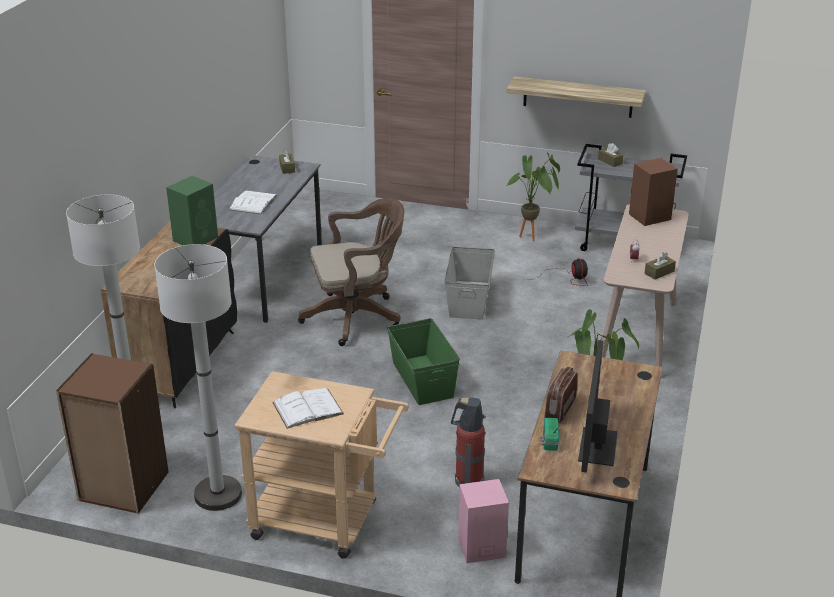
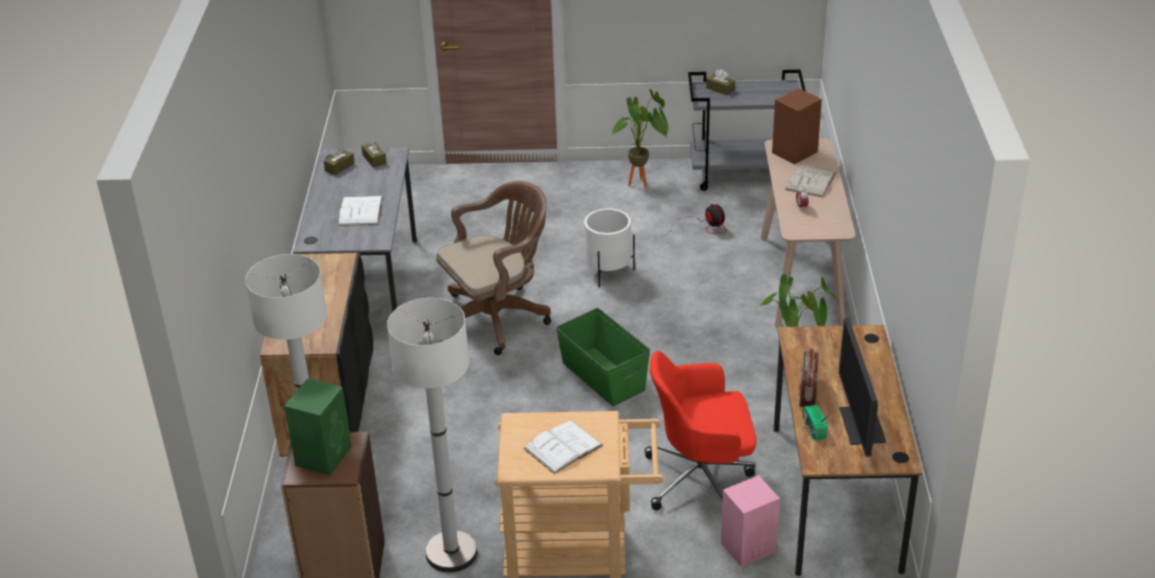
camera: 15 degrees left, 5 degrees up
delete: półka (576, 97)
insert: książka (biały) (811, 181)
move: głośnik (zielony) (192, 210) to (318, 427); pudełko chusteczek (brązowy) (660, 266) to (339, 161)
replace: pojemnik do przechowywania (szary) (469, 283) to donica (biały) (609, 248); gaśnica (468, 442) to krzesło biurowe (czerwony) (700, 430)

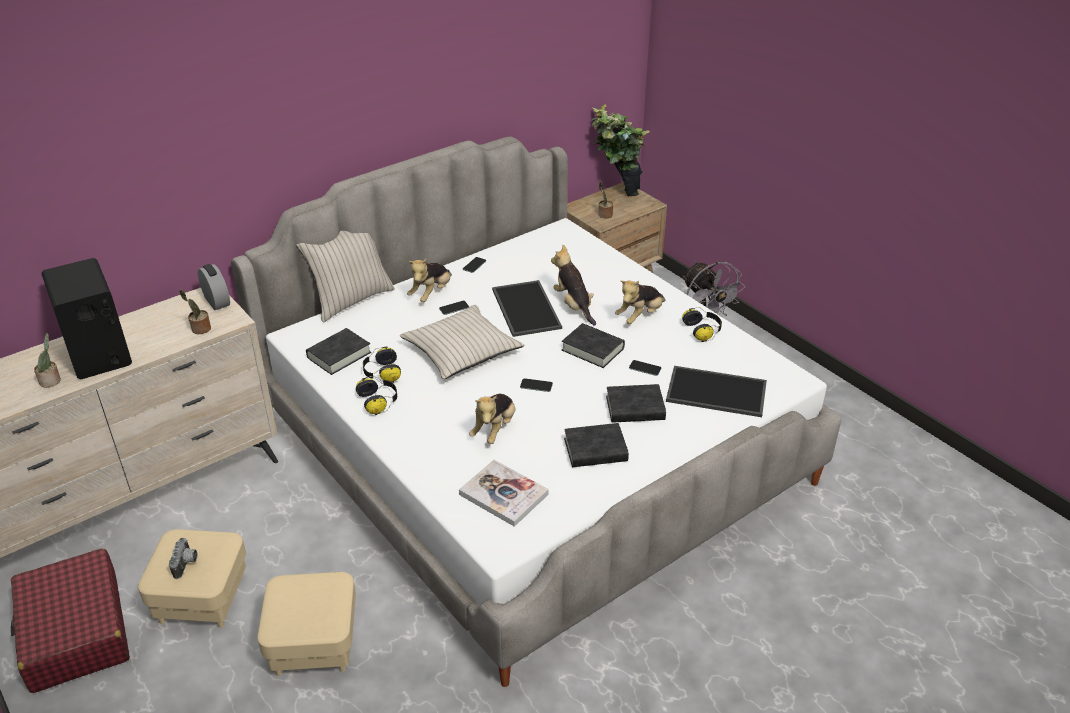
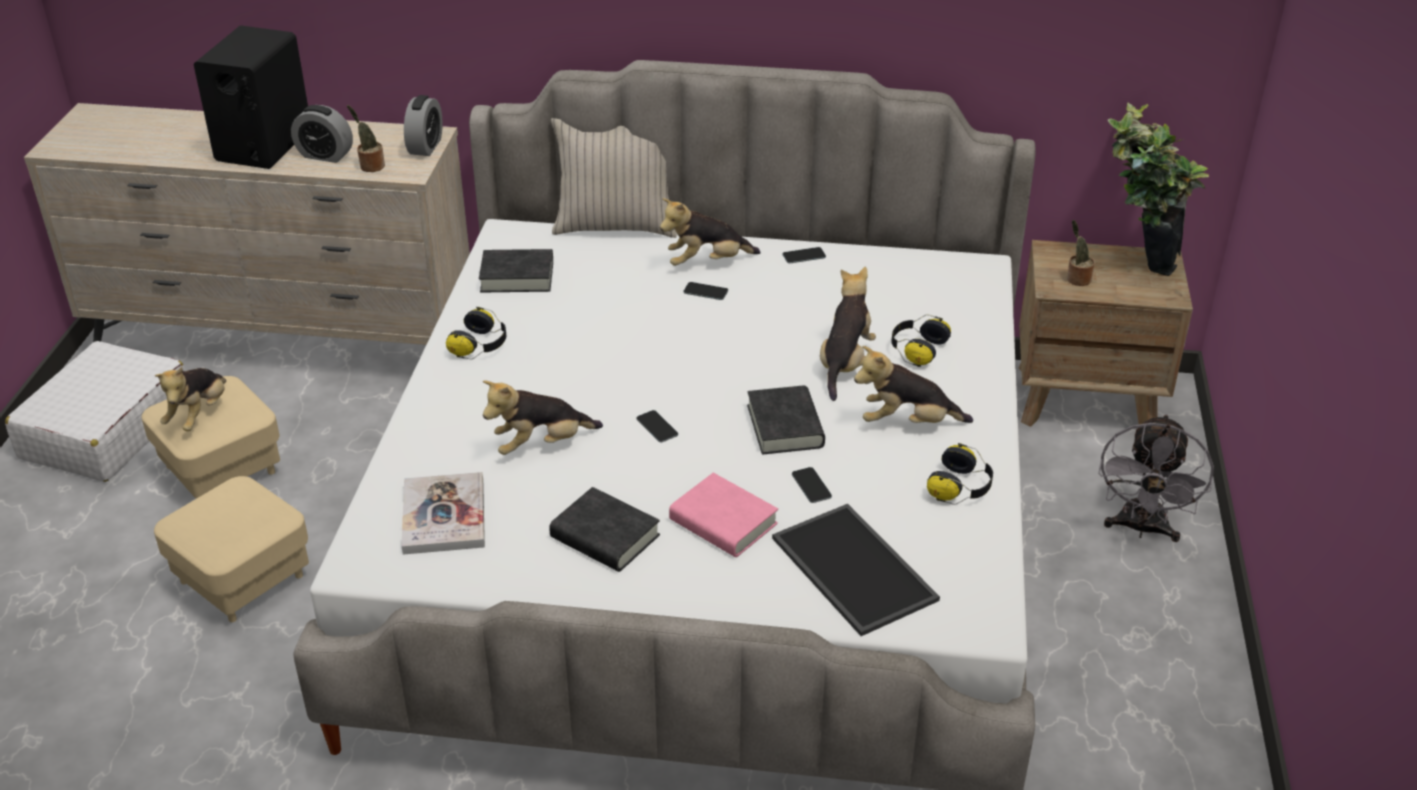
camera: 45 degrees right, 0 degrees up
delete: roślina doniczkowa (47, 360); poduszka (beżowy) (462, 342); taca (527, 308)
insert: budzik (322, 134)
move: słuchawki (382, 365) to (921, 340)
replace: aparat fotograficzny (183, 558) to pluszak (190, 399)
recolor: walizka (czerwony) (70, 620) to walizka (biały) (95, 411); książka (czarny) (636, 403) to książka (różowy) (723, 515)

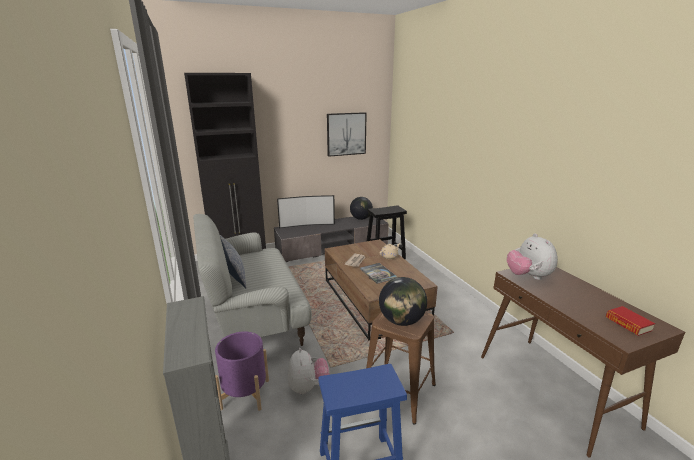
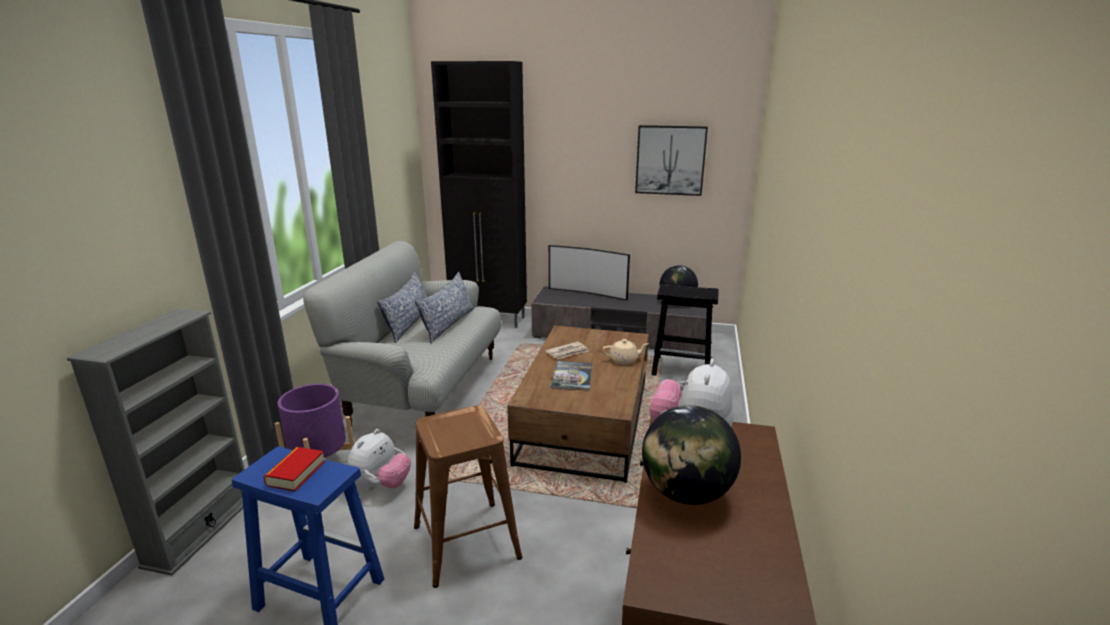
camera: 35 degrees right, 0 degrees up
insert: poduszka (444, 308)
move: globus (403, 301) to (691, 455); książka (630, 321) to (294, 469)

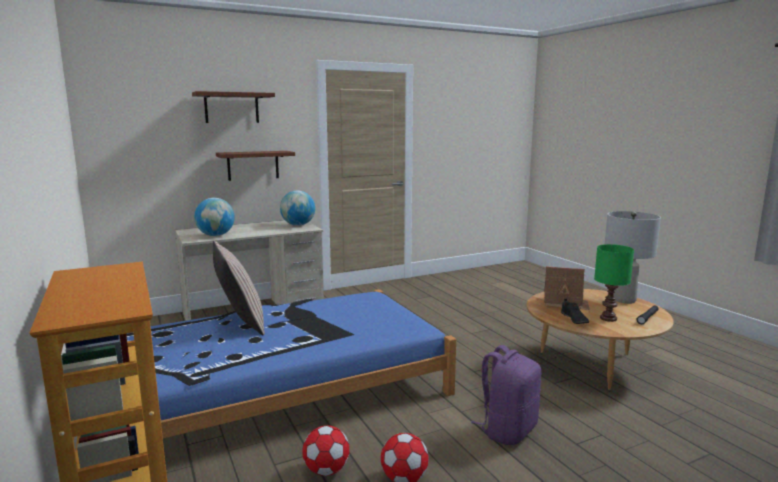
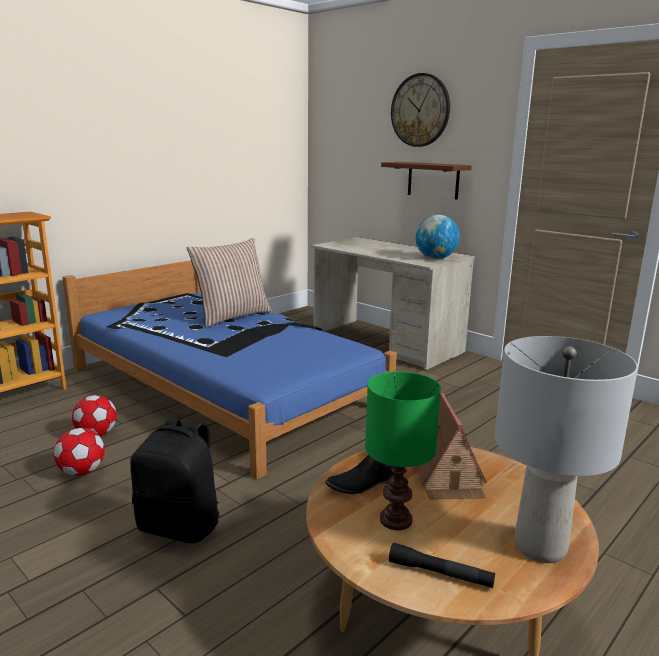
camera: 70 degrees right, 5 degrees up
delete: globus (214, 217)
replace: półka (brązowy) (233, 107) to zegar ścienny (420, 110)
recolor: plecak (fioletowy) (506, 395) to plecak (czarny) (174, 480)

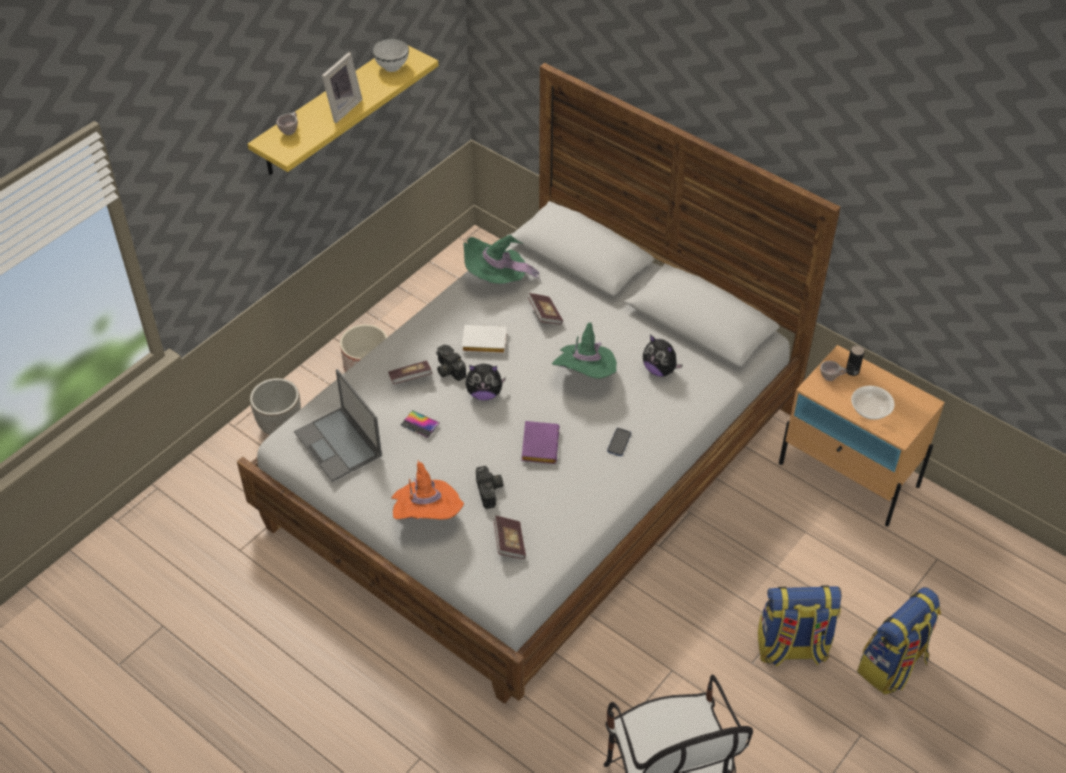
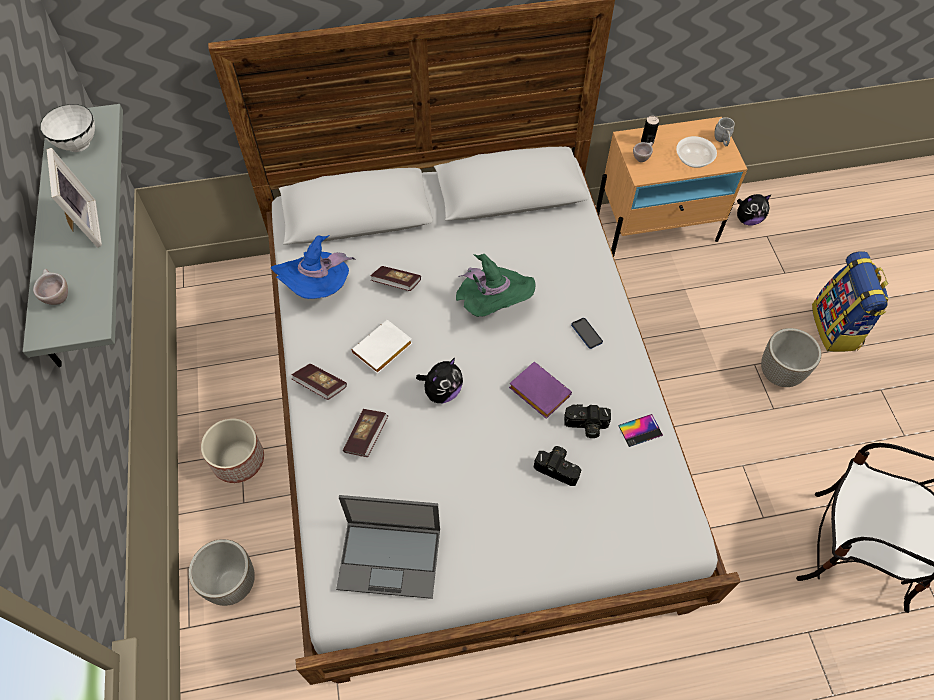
camera: 50 degrees left, 10 degrees up
delete: kapelusz (pomarańczowy) (427, 490)
insert: kubek (szary) (724, 131)
move: telefon (420, 424) to (640, 430); aparat fotograficzny (451, 362) to (587, 421); książka (509, 537) to (319, 382); pluszak (663, 355) to (754, 209)
replace: plecak (799, 626) to donica (791, 357)
recolor: półka (żółty) (343, 110) to półka (szary) (73, 235); kapelusz (zielony) (502, 259) to kapelusz (niebieski) (313, 267)

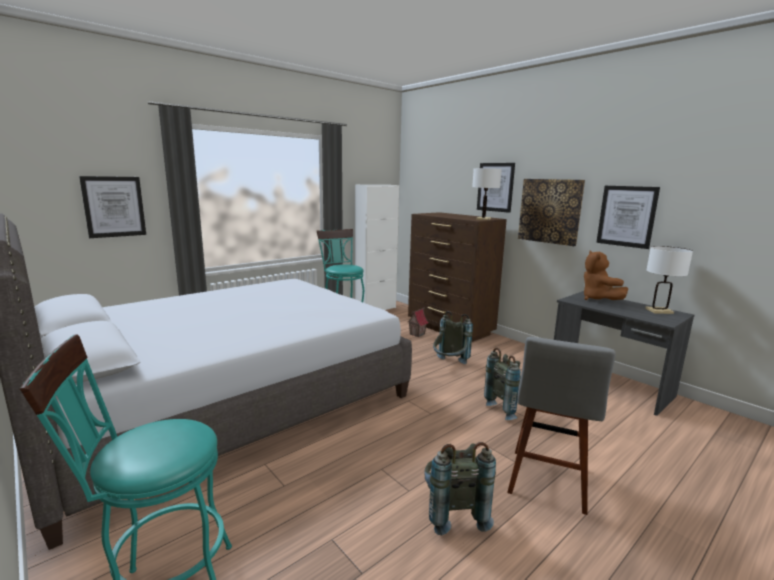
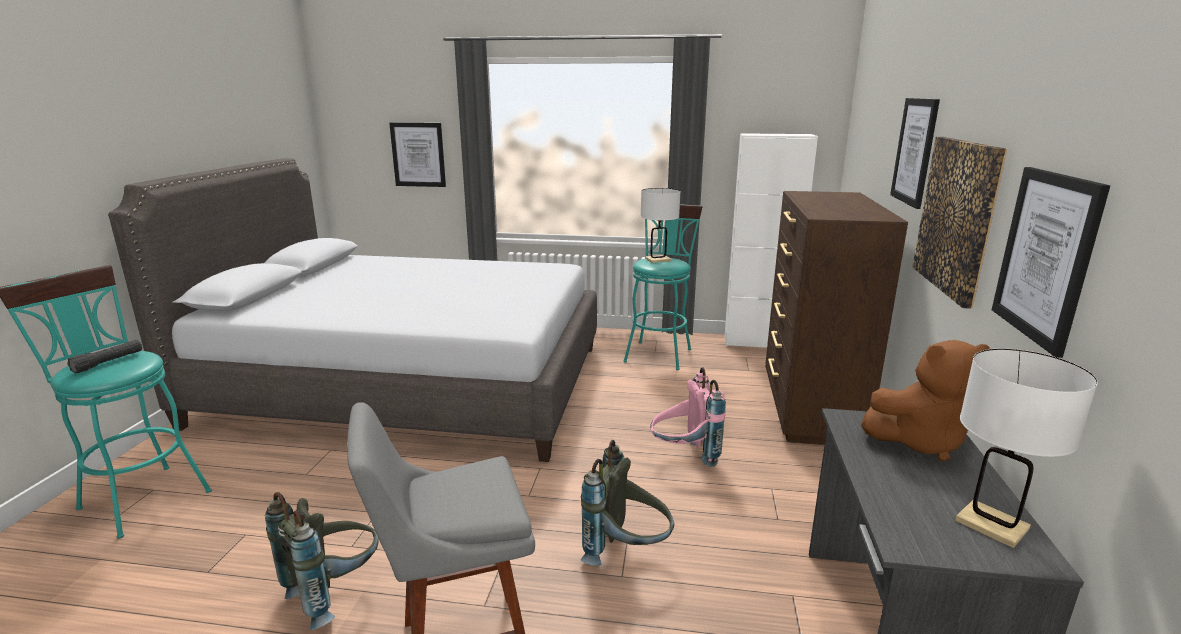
camera: 50 degrees right, 5 degrees up
delete: domek (418, 322)
insert: latarka (czarny) (104, 356)
move: lampa stołowa (biały) (487, 194) to (661, 225)
recolor: plecak (szary) (453, 337) to plecak (różowy) (688, 417)
rotate: pluszak (brązowy) (606, 275) = (925, 401) 135 degrees counterclockwise

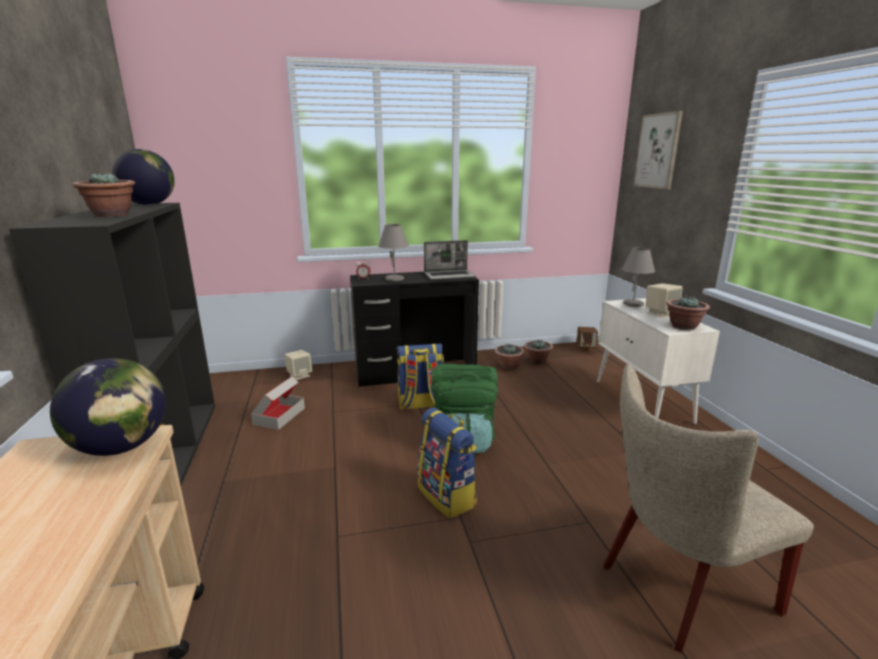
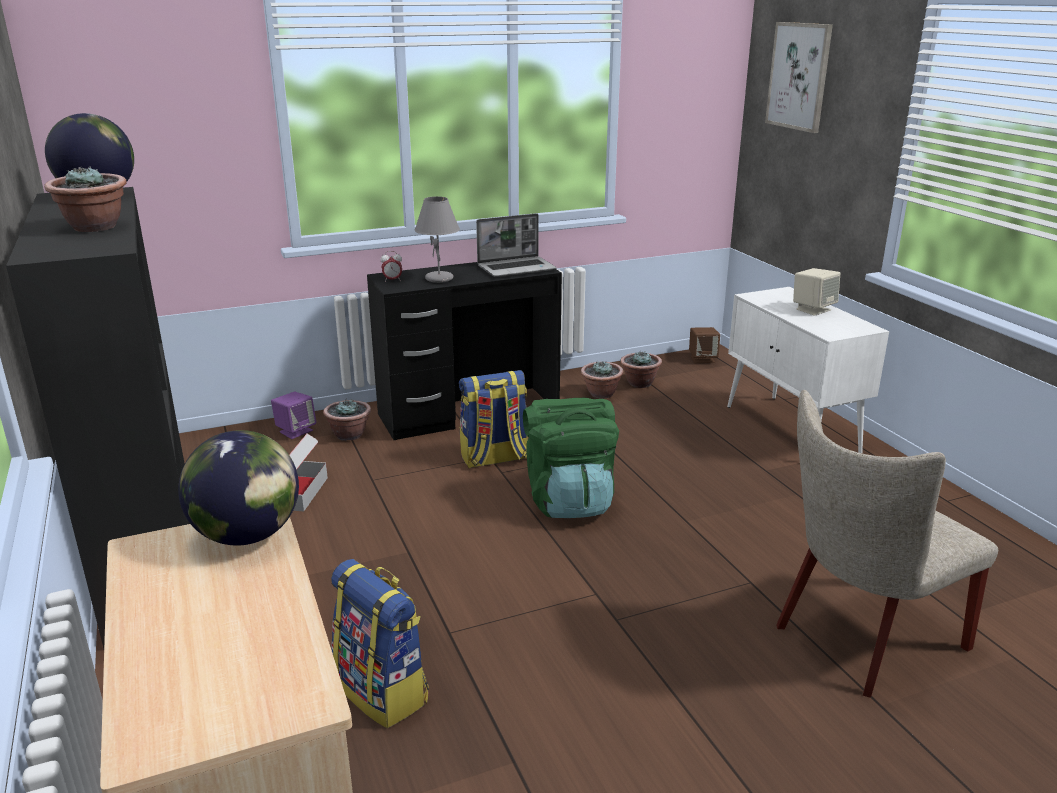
camera: 10 degrees left, 5 degrees up
delete: lampa stołowa (szary) (638, 277)
move: plecak (447, 463) to (380, 643); roślina doniczkowa (688, 312) to (347, 420)
recolor: głośnik (beżowy) (298, 365) to głośnik (fioletowy) (293, 415)

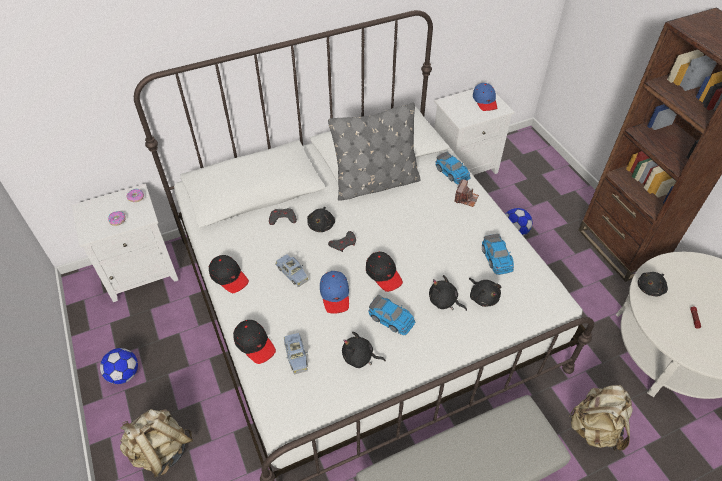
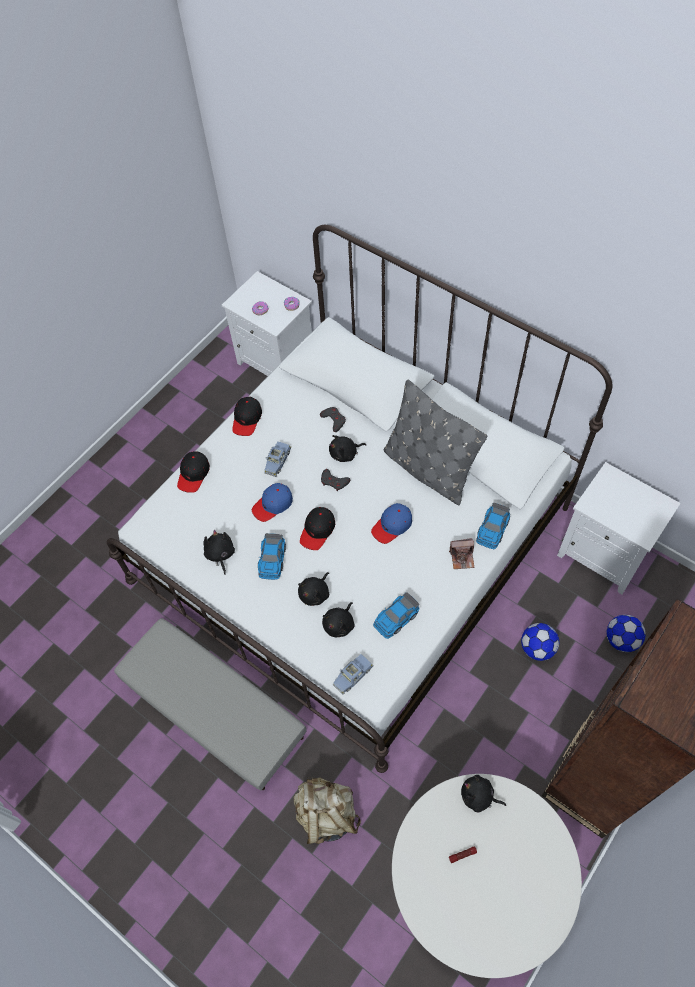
camera: 65 degrees right, 10 degrees up
delete: plecak (beżowy) (156, 443)
move: piłka futbolowa (119, 366) to (626, 633); samochodzik (niebieski) (296, 354) to (353, 674); czapka z daszkiem (niebieski) (485, 97) to (391, 523)
rotate: pluszak (czarny) (448, 293) = (313, 589) 150 degrees counterclockwise

